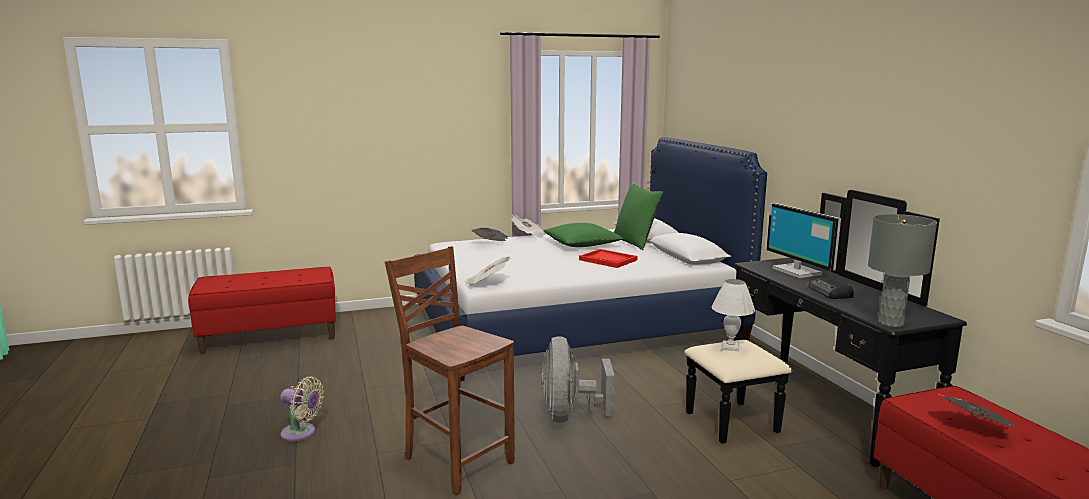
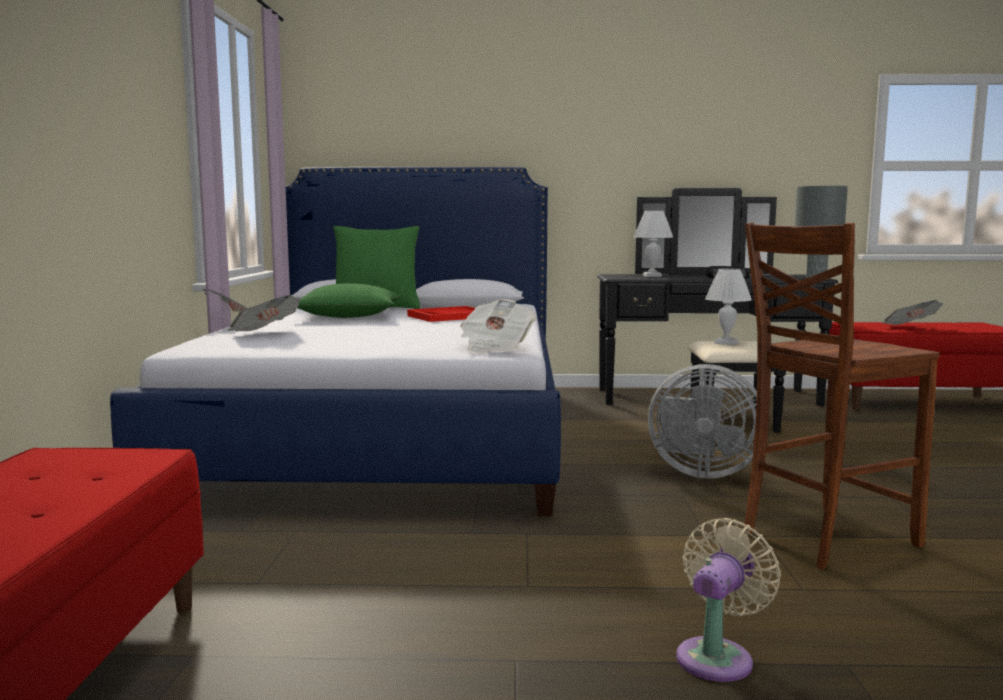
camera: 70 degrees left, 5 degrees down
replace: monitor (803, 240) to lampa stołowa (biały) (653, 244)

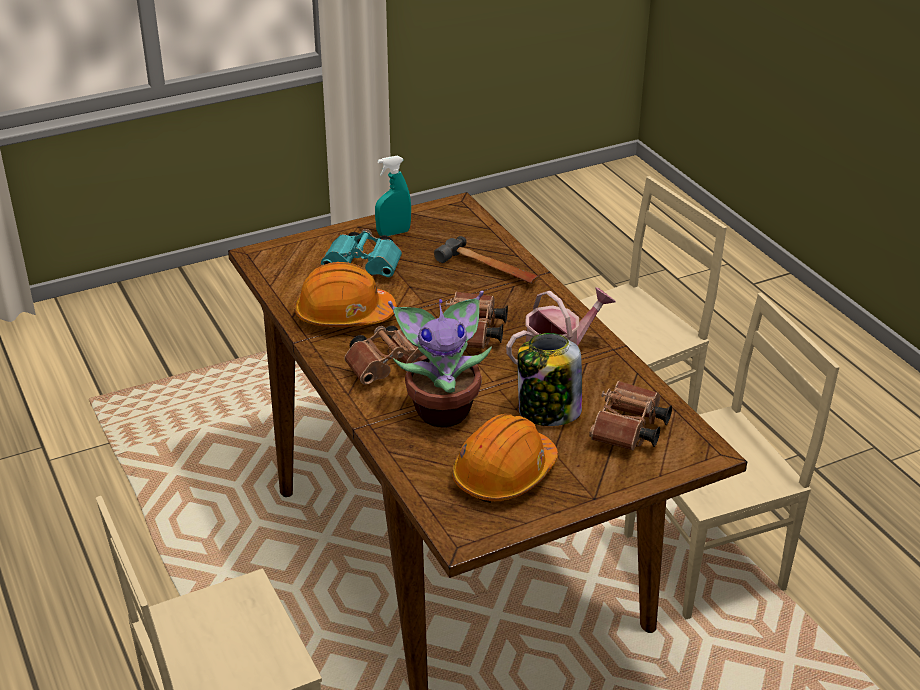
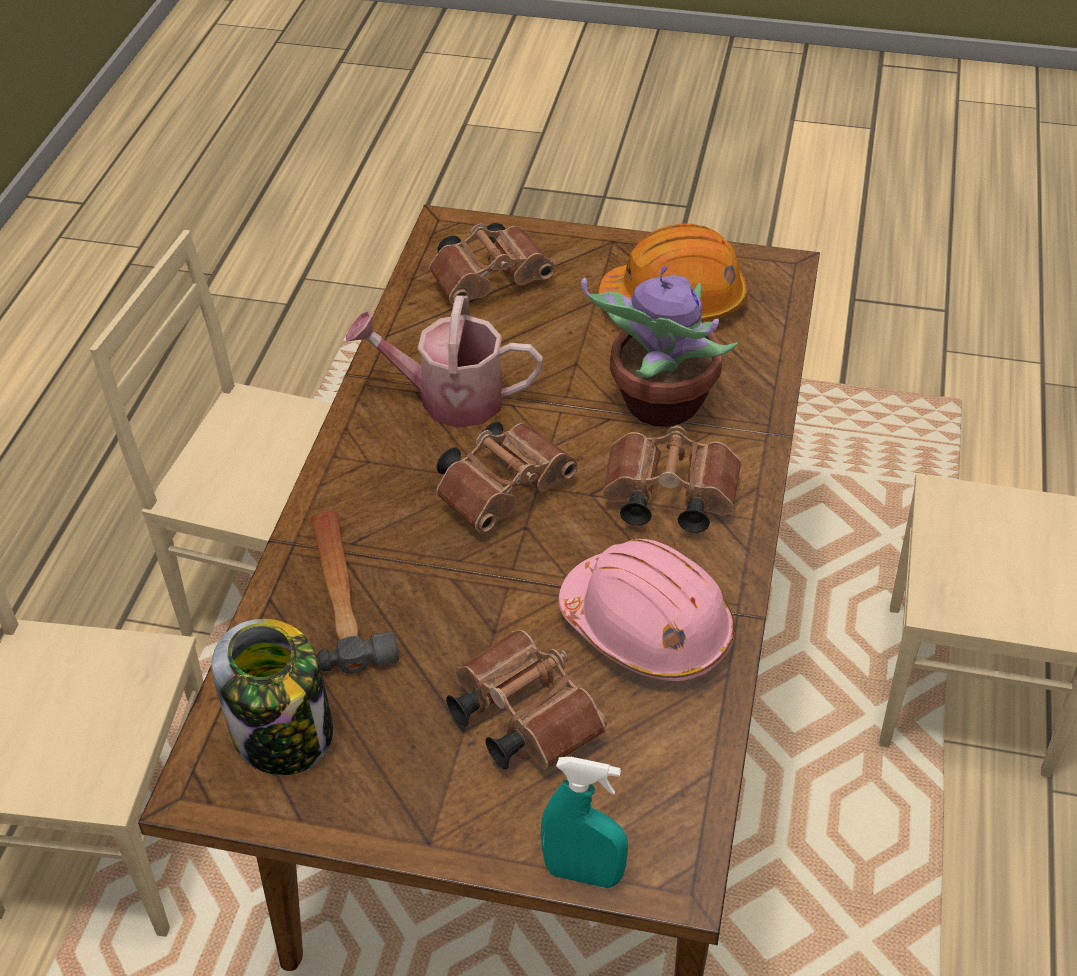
camera: 140 degrees left, 10 degrees up
move: spryskiwacz (turkusowy) (393, 196) to (584, 822); słoik (549, 379) to (272, 697)
recolor: kask (pomarańczowy) (346, 294) to kask (różowy) (647, 610); lornetka (turkusowy) (361, 253) to lornetka (brązowy) (526, 700)

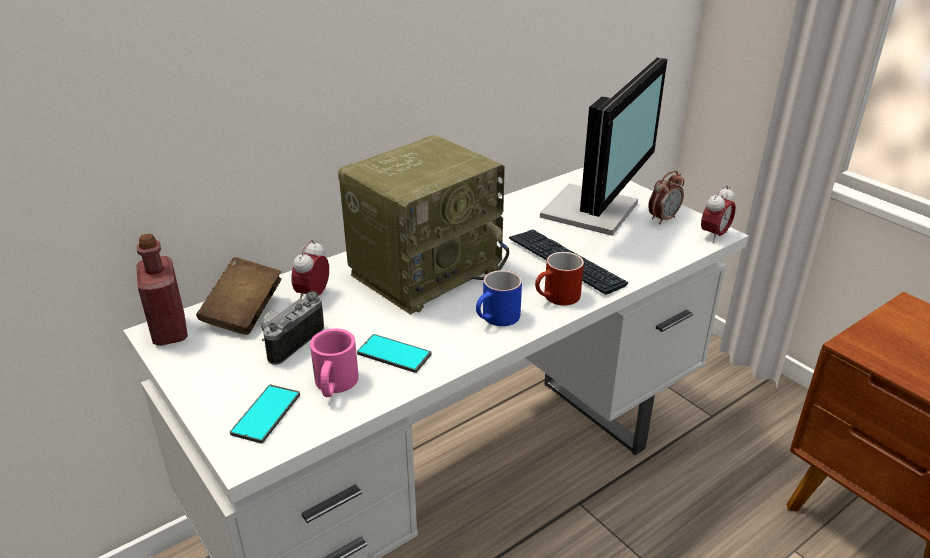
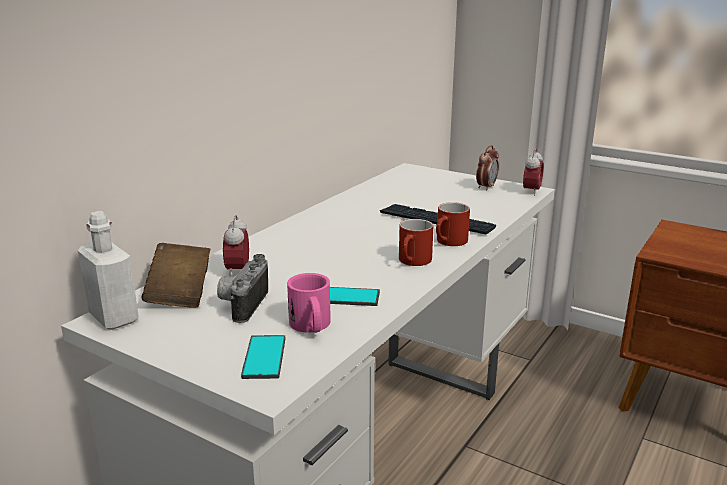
camera: 20 degrees left, 10 degrees down
delete: radio (423, 225); monitor (603, 146)
recolor: butelka (czerwony) (162, 290) to butelka (biały) (108, 270); kubek (niebieski) (499, 298) to kubek (czerwony) (416, 242)

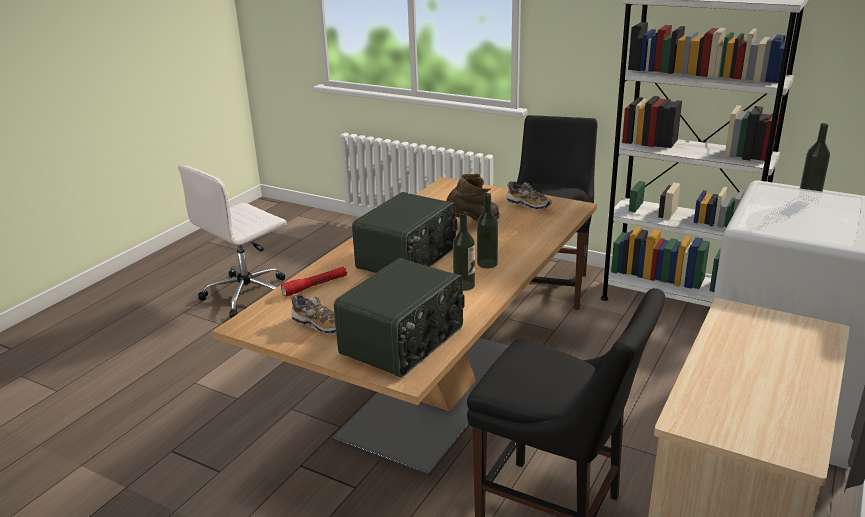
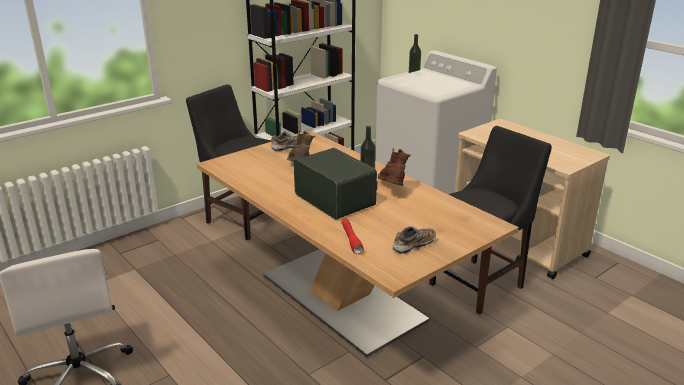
camera: 70 degrees left, 0 degrees up
delete: radio (399, 317)
replace: butelka (464, 251) to but z cholewką (brązowy) (394, 167)

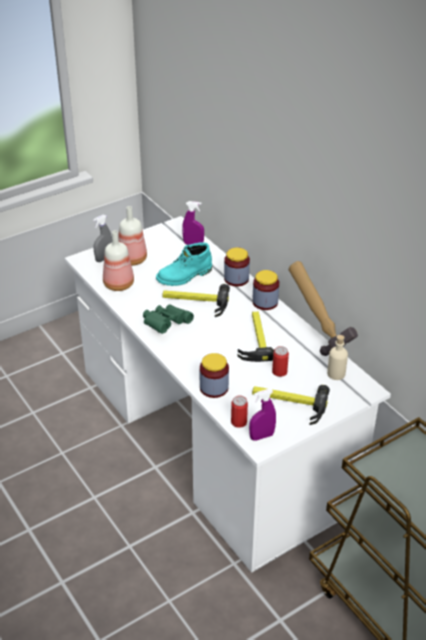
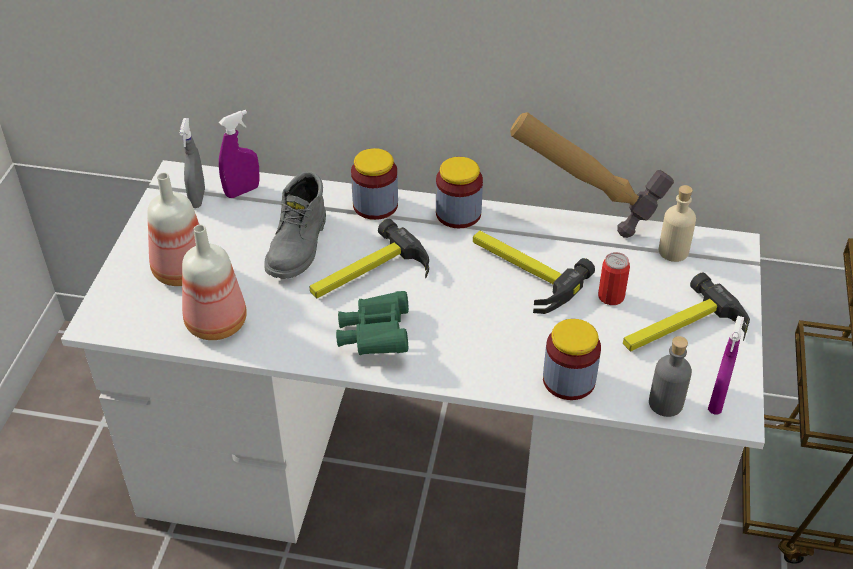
camera: 45 degrees left, 5 degrees up
move: spryskiwacz (szary) (102, 238) to (192, 163)
replace: puszka (239, 411) to butelka (szary) (670, 376)
recolor: but z cholewką (turkusowy) (184, 264) to but z cholewką (szary) (295, 225)

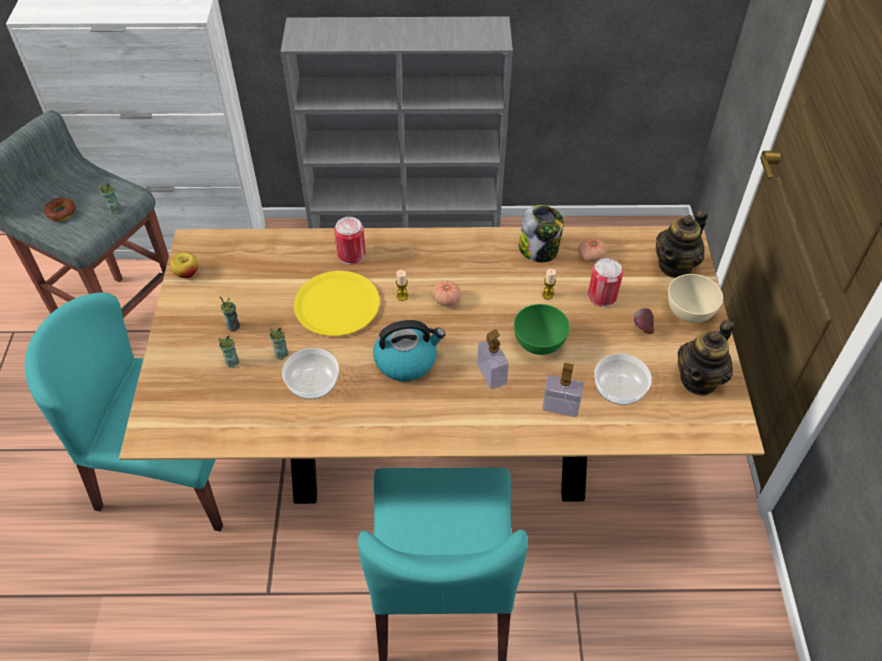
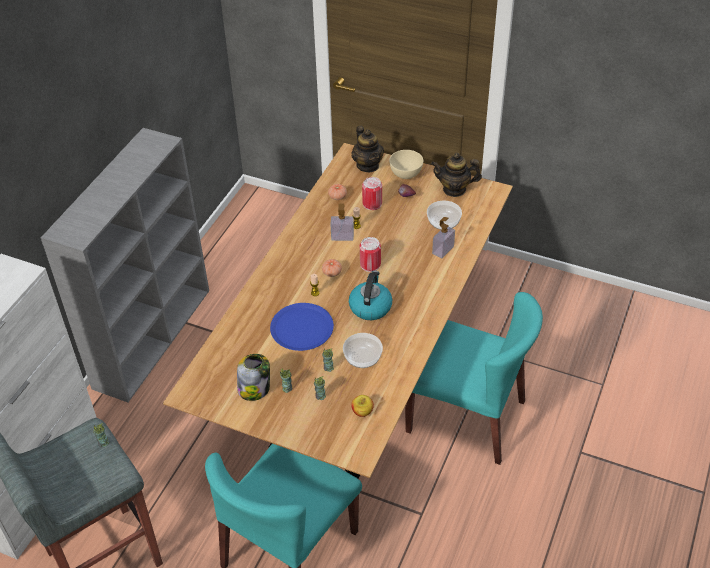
camera: 65 degrees left, 5 degrees down
delete: donut (60, 209); miska (zielony) (542, 329)
move: jabłko (184, 265) to (362, 406); puszka (350, 241) to (370, 254); dozownik mydła (493, 359) to (342, 222); słoik (541, 233) to (253, 377)
recolor: talerz (żółty) (337, 303) to talerz (niebieski) (302, 327)
rotate: imbryk (706, 358) = (456, 175) 120 degrees clockwise

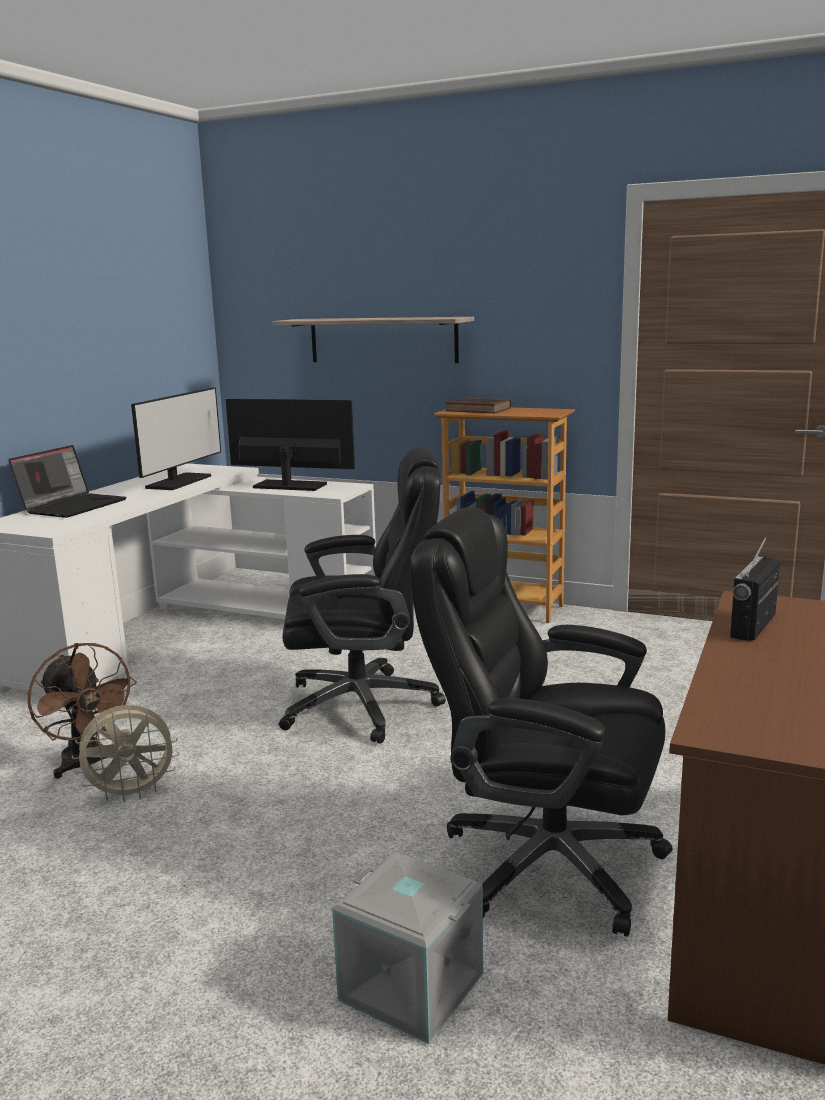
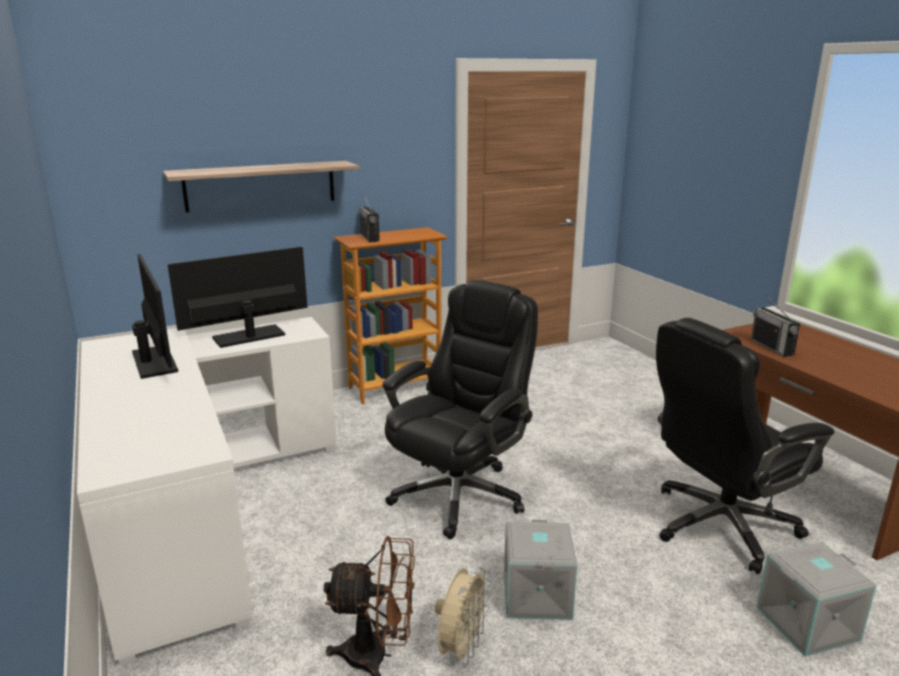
camera: 50 degrees left, 5 degrees up
delete: laptop (67, 481)
insert: pojemnik do przechowywania (szary) (540, 570)
replace: książka (brązowy) (478, 405) to radio (370, 219)

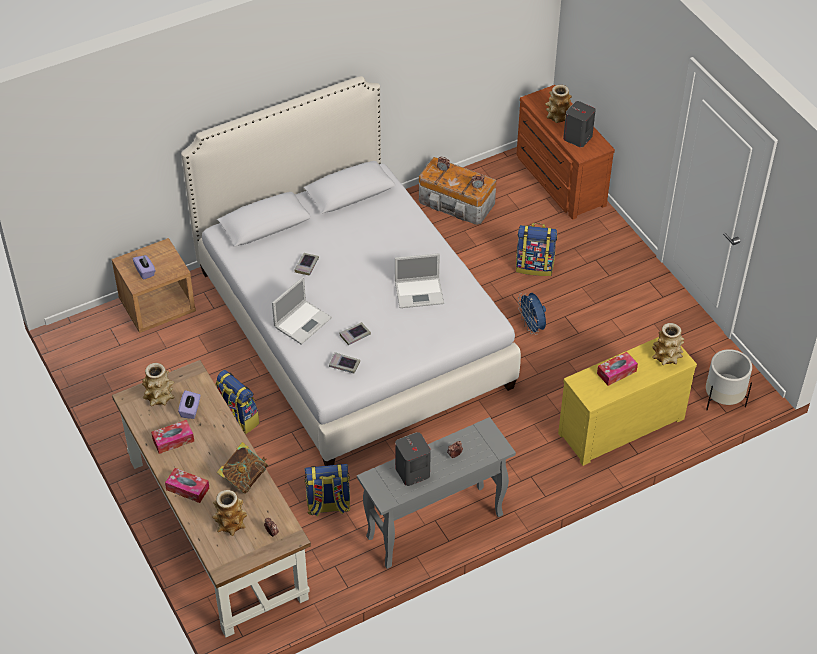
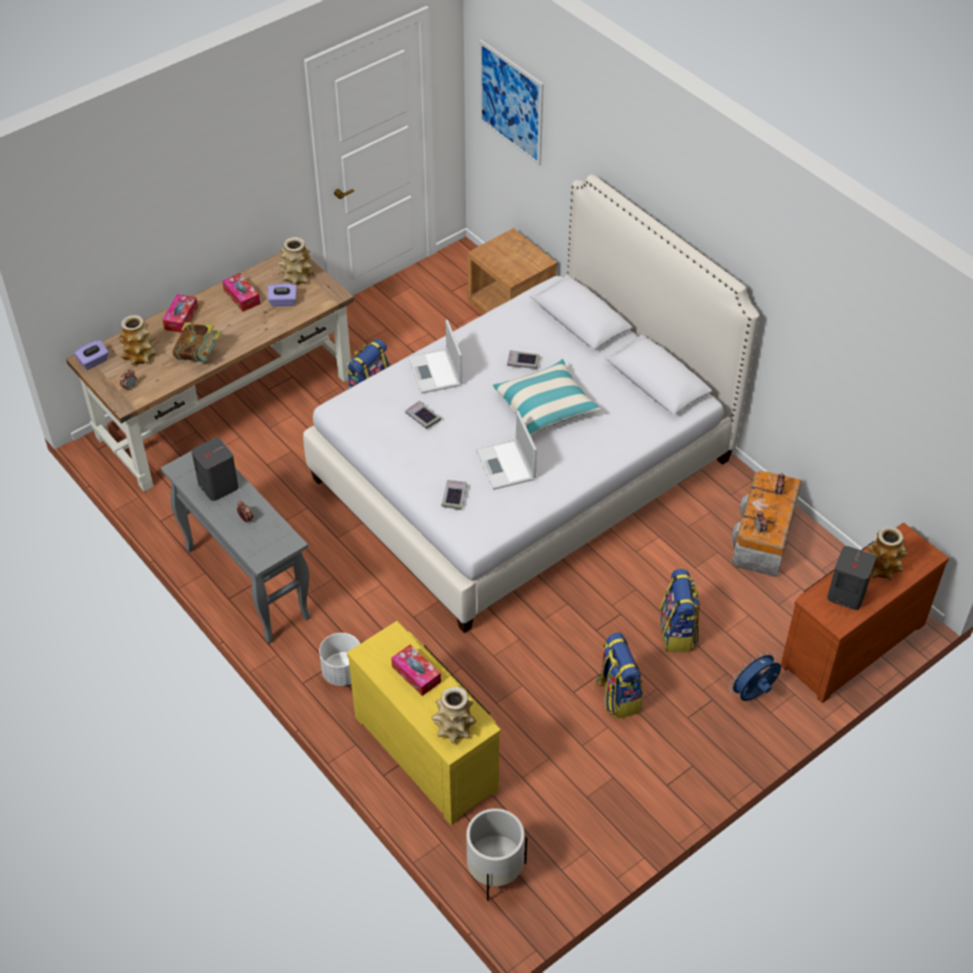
camera: 80 degrees right, 0 degrees up
insert: donica (biały) (339, 659); obraz (511, 103); poduszka (547, 398)
move: pudełko chusteczek (fioletowy) (144, 267) to (91, 355); plecak (327, 490) to (619, 675); książka (344, 362) to (454, 495); wentylator (niebieski) (532, 314) to (755, 676)
rotate: laptop (302, 311) = (435, 357) 45 degrees clockwise

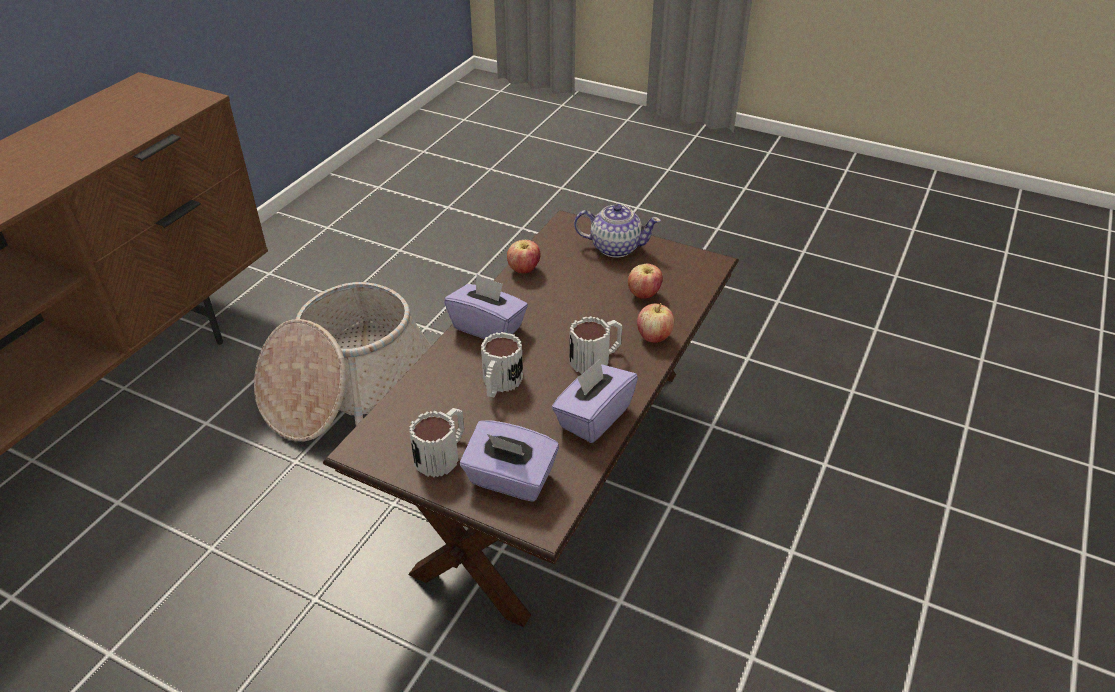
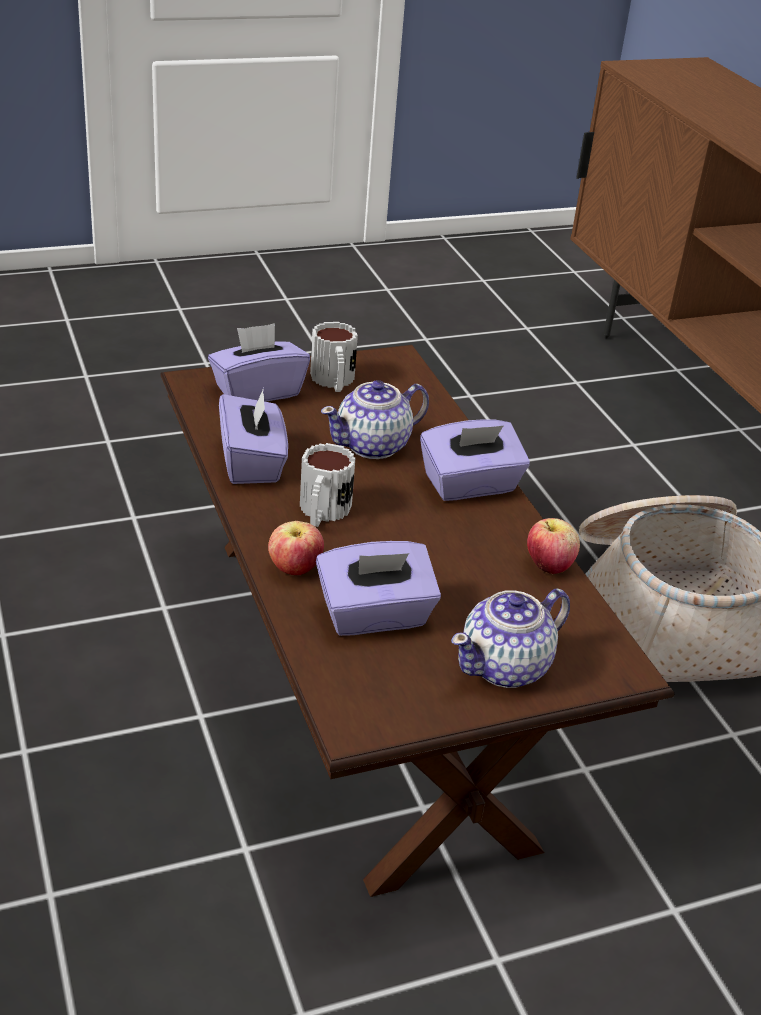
camera: 130 degrees right, 5 degrees down
replace: kubek (502, 364) to imbryk (375, 419); jabłko (645, 281) to pudełko chusteczek (fioletowy) (378, 588)

